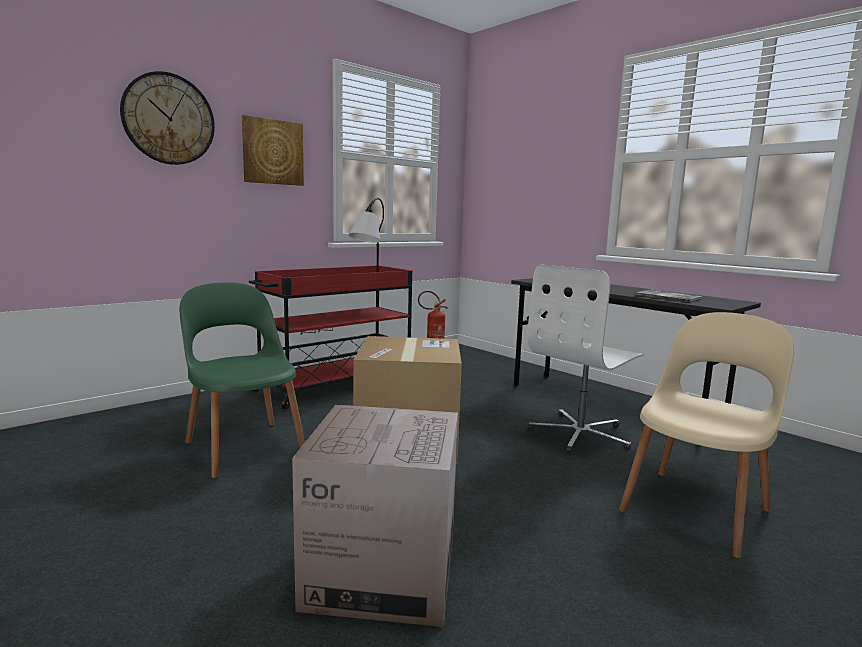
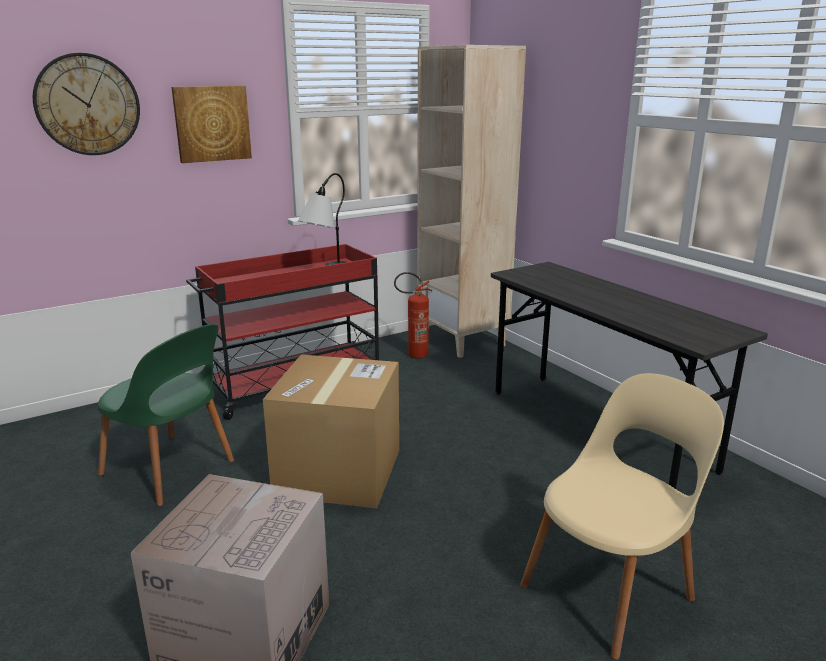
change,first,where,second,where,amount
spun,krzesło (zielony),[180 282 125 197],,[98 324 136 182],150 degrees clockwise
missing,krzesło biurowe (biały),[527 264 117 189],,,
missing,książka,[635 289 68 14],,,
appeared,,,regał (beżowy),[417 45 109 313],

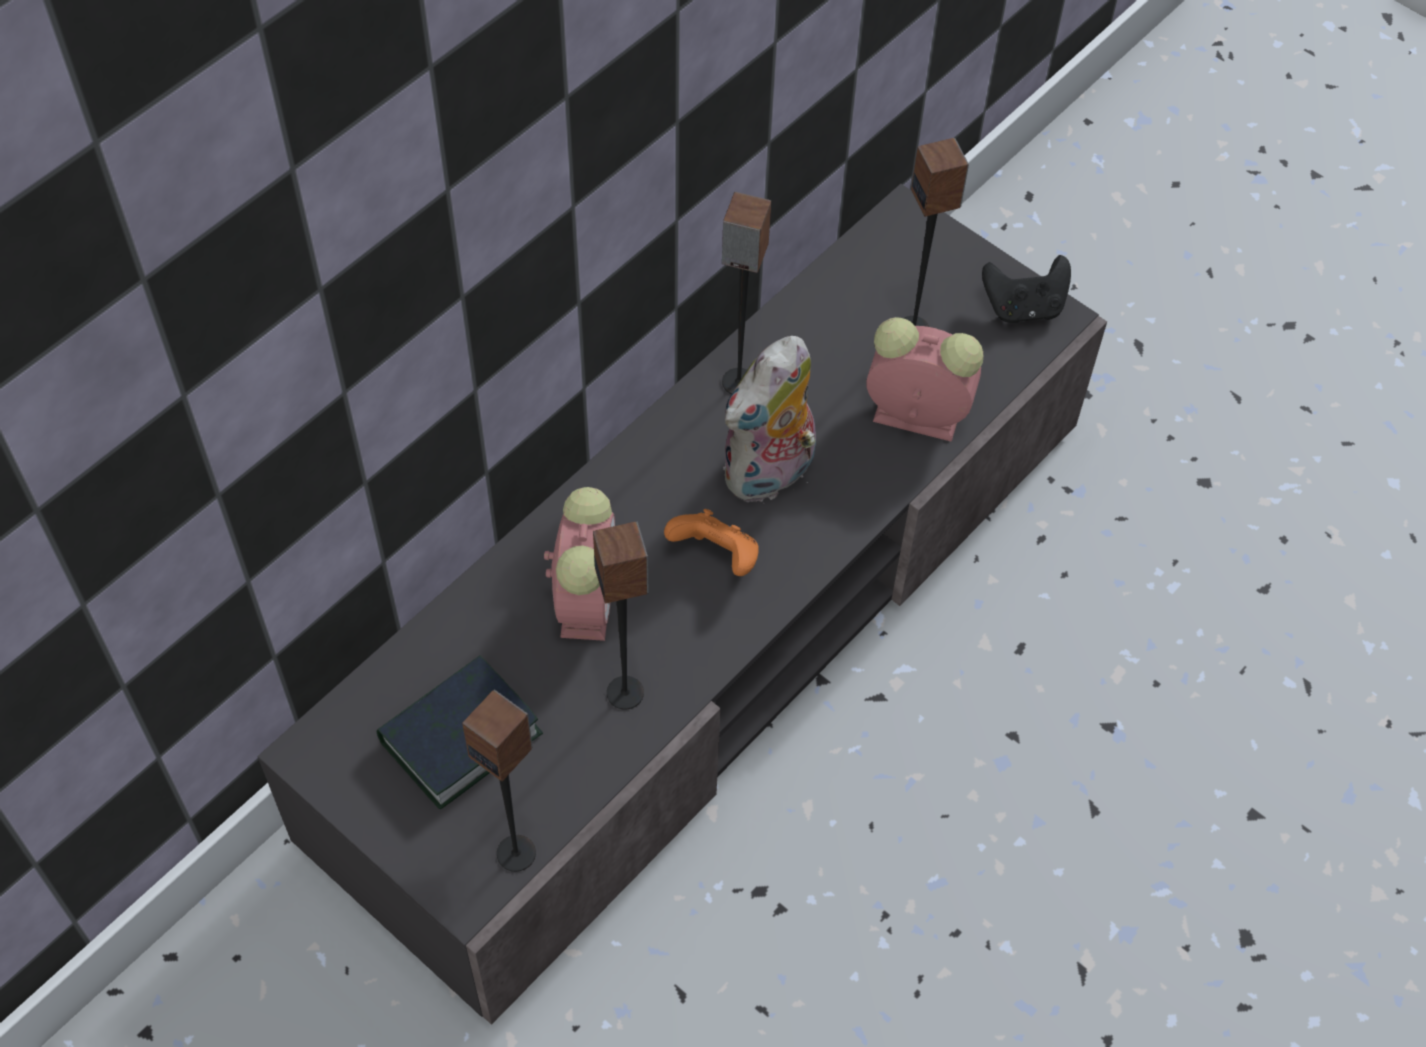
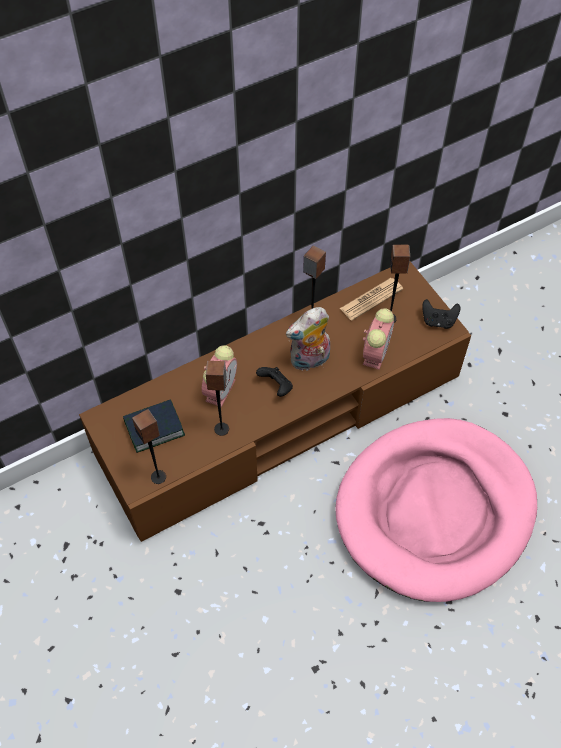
change,first,where,second,where,amount
colour,szafka pod telewizor (szary),[257 184 850 841],szafka pod telewizor (brązowy),[79 262 392 280],
colour,pad do gier (pomarańczowy),[664 509 95 67],pad do gier (czarny),[256 367 37 30],
spun,budzik,[866 317 117 125],,[363 308 31 62],75 degrees clockwise
appeared,,,legowisko (różowy),[335 418 202 184],
appeared,,,gazeta,[340 278 63 43],

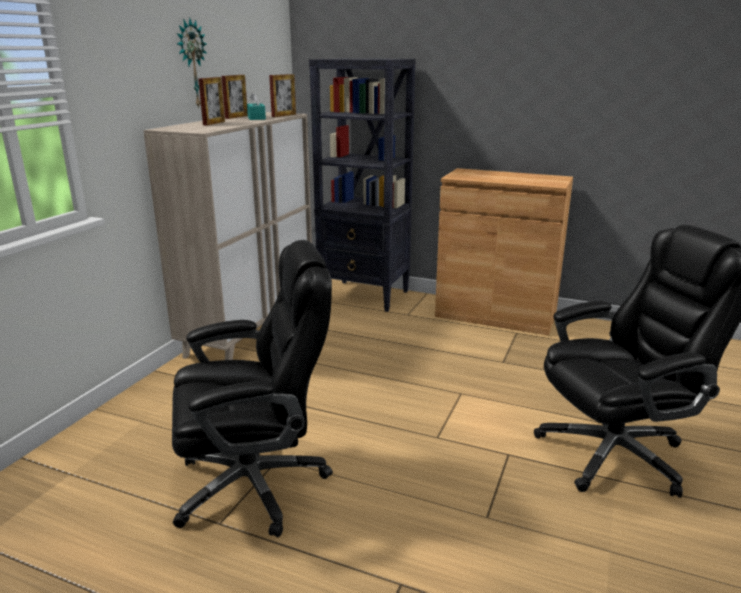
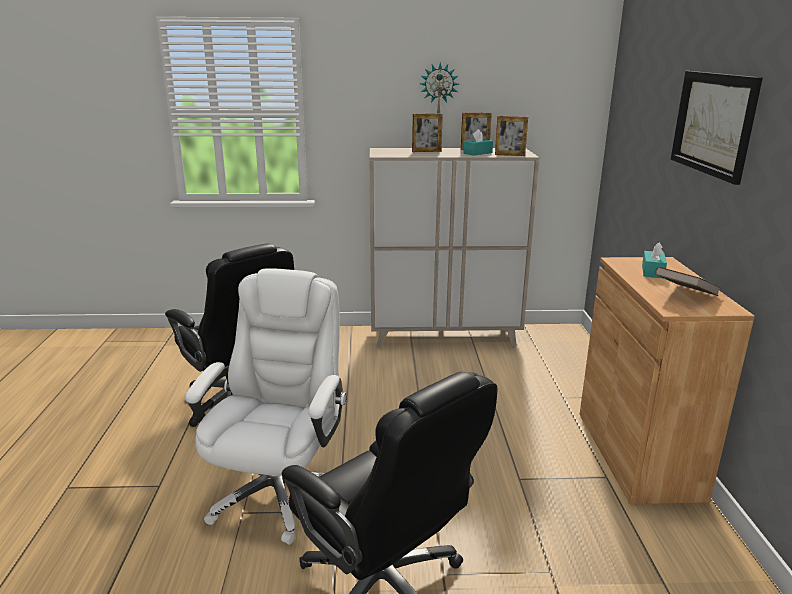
change,first,where,second,where,amount
missing,regał (czarny),[309 58 106 254],,,
appeared,,,krzesło biurowe (biały),[185 268 162 277],
appeared,,,pudełko chusteczek (turkusowy),[642 242 25 37],
appeared,,,książka (brązowy),[655 267 65 29],
appeared,,,obraz,[671 71 92 114],

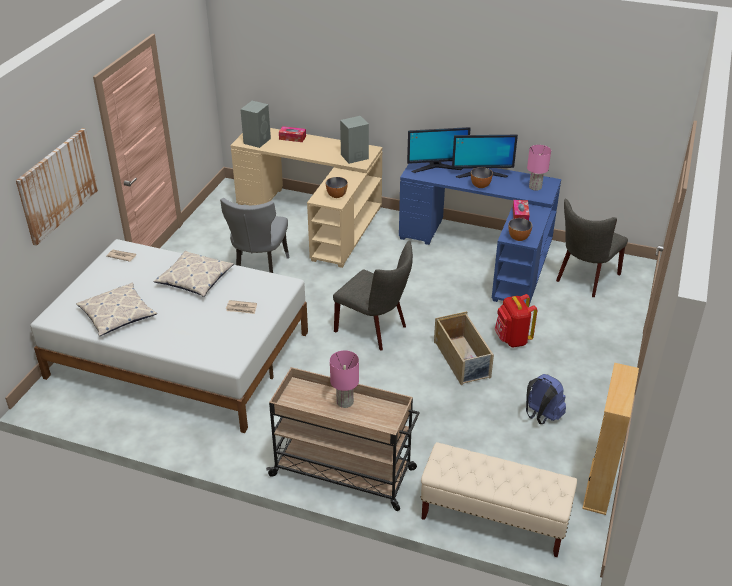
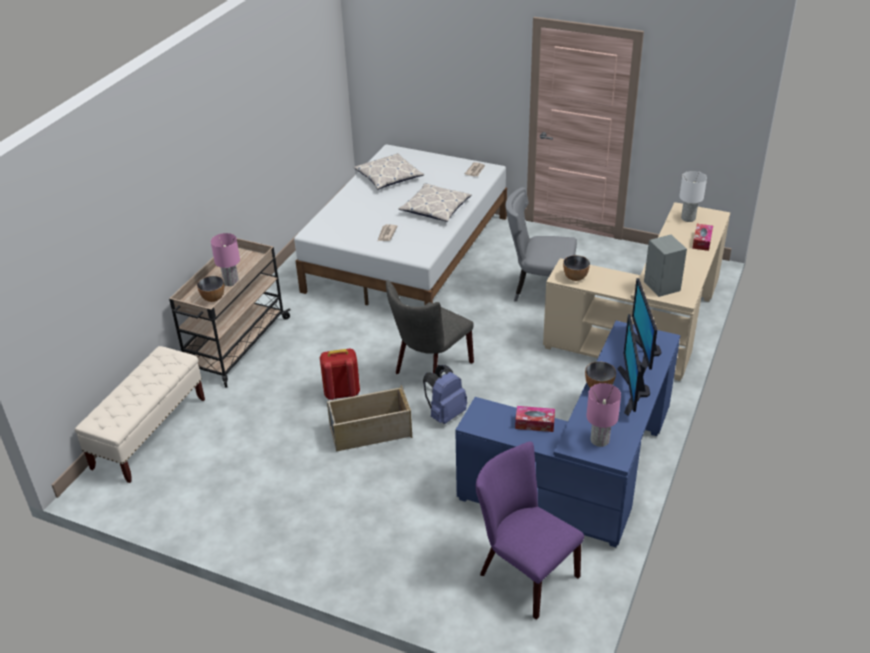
change,first,where,second,where,amount
missing,obraz,[16 128 82 118],,,
exchanged,głośnik (szary),[240 101 31 47],lampa stołowa (biały),[679 171 28 51],
relocated,plecak (czerwony),[495 294 42 54],,[320 348 40 52],
relocated,miska,[508 218 24 23],,[197 276 27 26],
relocated,plecak (niebieski),[526 374 40 50],,[423 365 44 59],
colour,krzesło (szary),[556 198 72 99],krzesło (fioletowy),[476 442 108 178],
missing,regał (beżowy),[582 363 57 152],,,

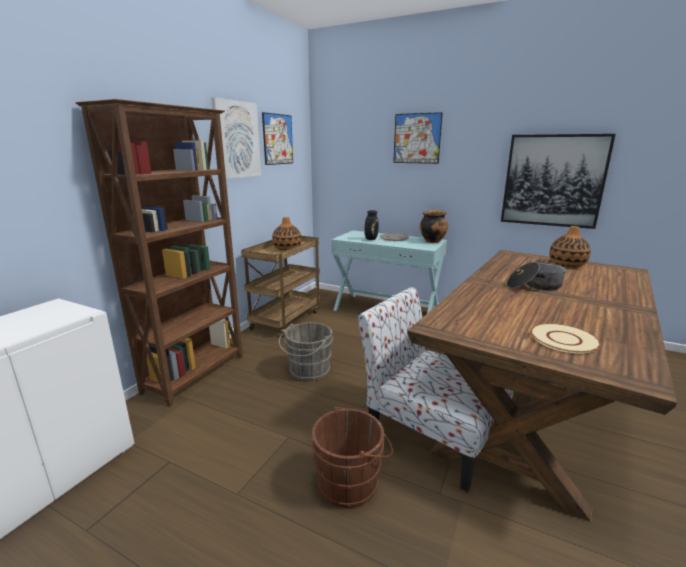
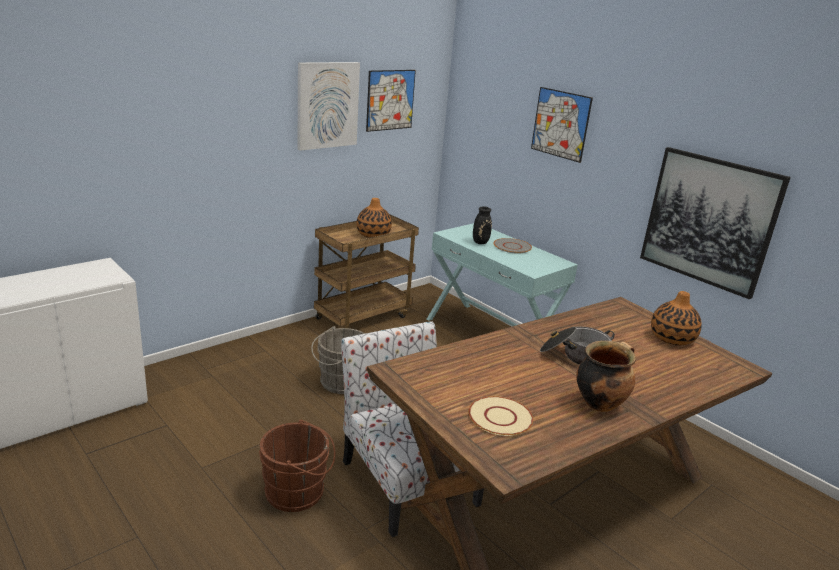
change,first,where,second,where,amount
missing,regał (brązowy),[75 99 168 307],,,
relocated,garnek,[420 209 28 34],,[576 341 60 71],

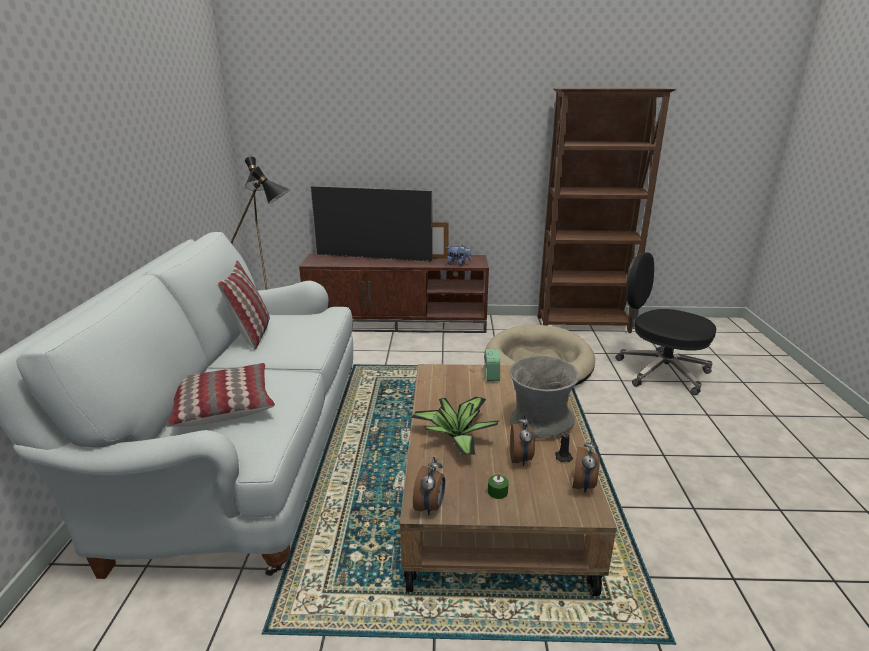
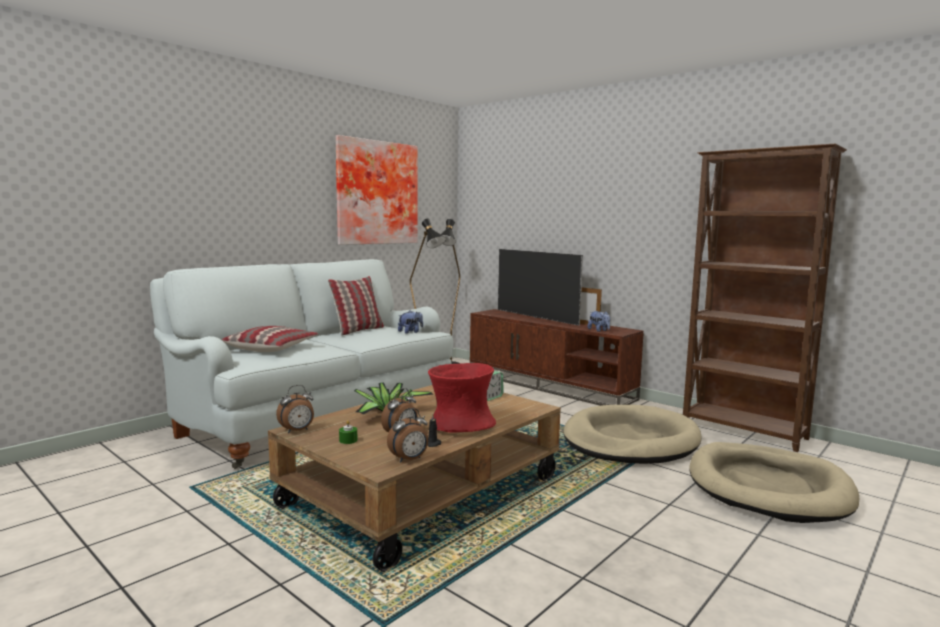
change,first,where,second,where,amount
colour,wazon (szary),[509 356 70 83],wazon (czerwony),[428 363 68 70],
exchanged,krzesło biurowe (czarny),[616 252 100 143],legowisko (beżowy),[689 442 170 81],
appeared,,,obraz,[336 135 82 110],
appeared,,,pluszak,[398 311 25 23],

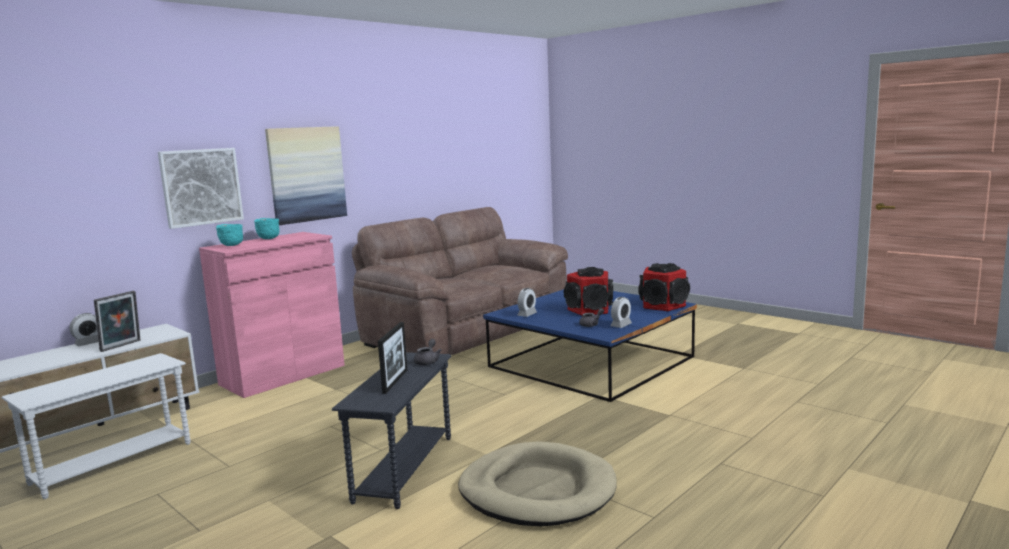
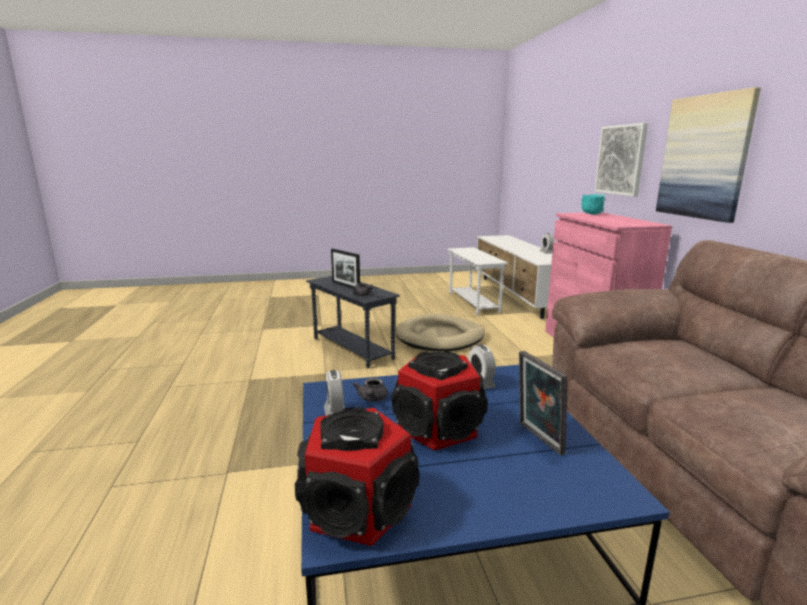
change,first,where,second,where,amount
relocated,ramka na zdjęcie,[94 291 46 61],,[519 351 48 104],
missing,miska (turkusowy),[254 218 25 21],,,
relocated,legowisko (beżowy),[458 441 159 85],,[395 314 90 37],

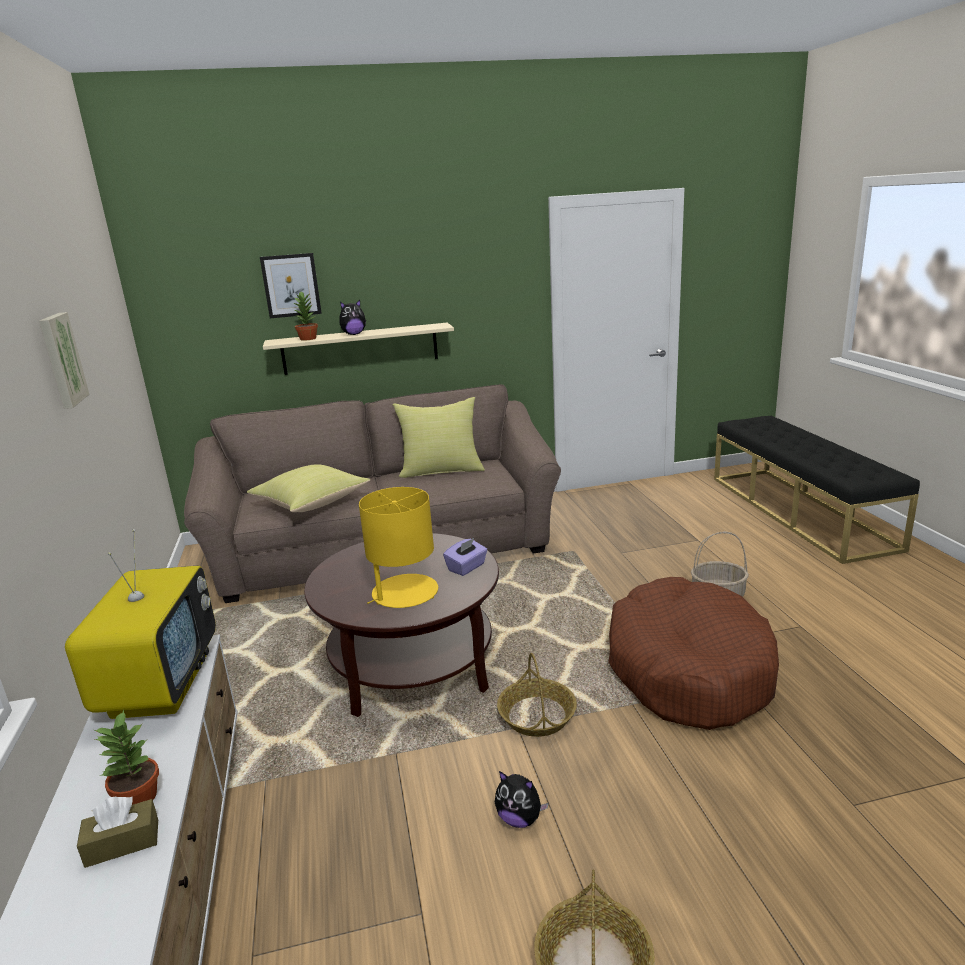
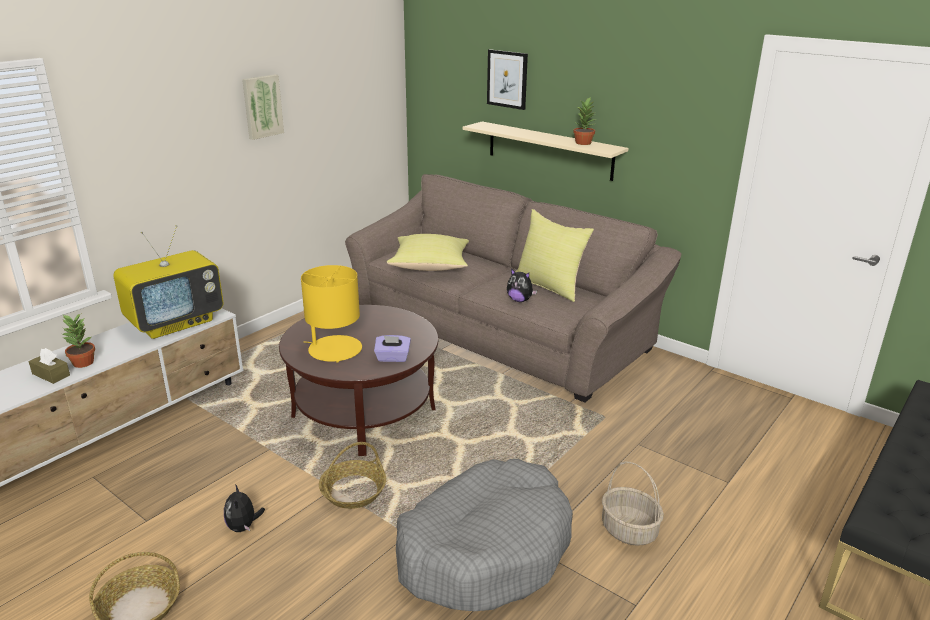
change,first,where,second,where,amount
relocated,roślina doniczkowa,[293 292 25 49],,[573 98 23 47],
relocated,pluszak,[339 300 27 35],,[507 269 30 33],
colour,legowisko (brązowy),[608 577 171 153],legowisko (szary),[396 459 177 152],

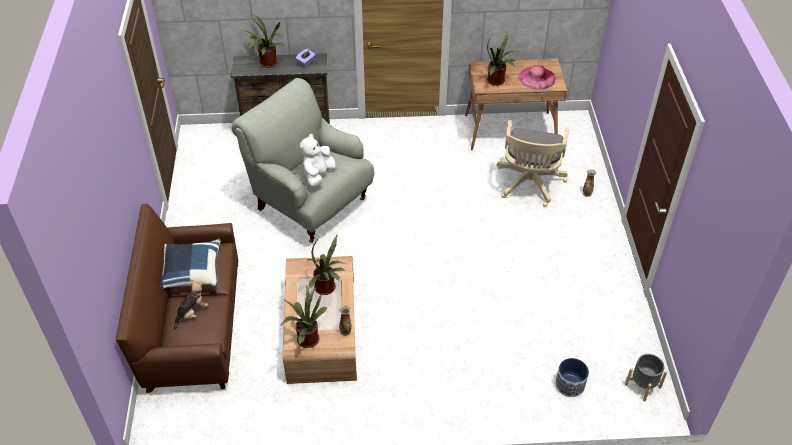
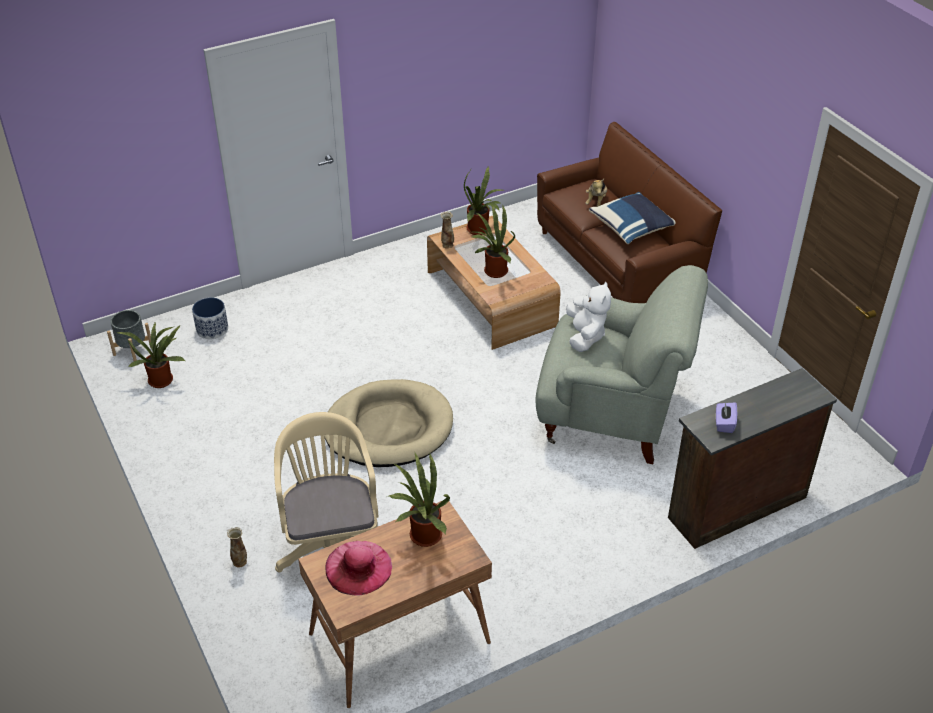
change,first,where,second,where,amount
relocated,roślina doniczkowa,[240 14 47 54],,[115 323 70 65],
appeared,,,legowisko (beżowy),[324 379 129 88],

